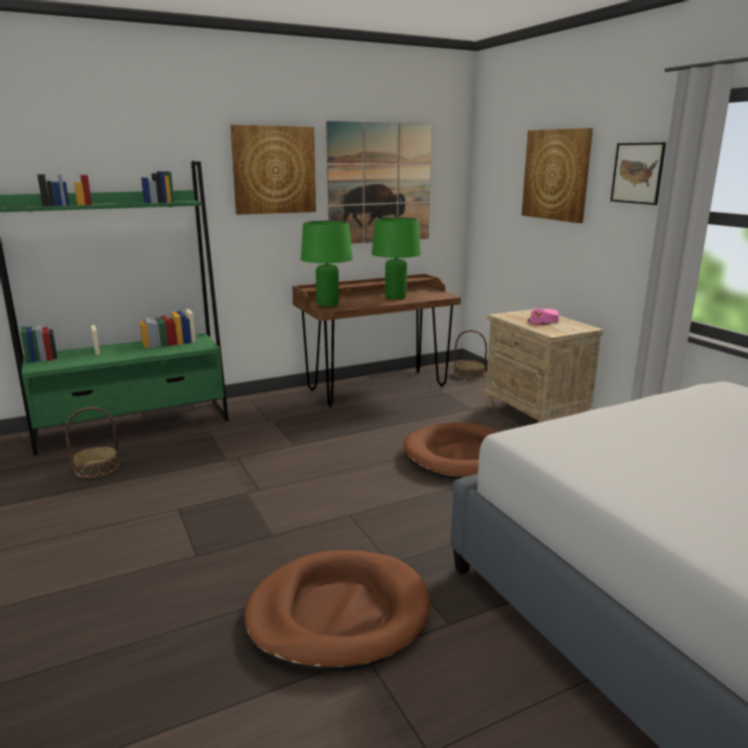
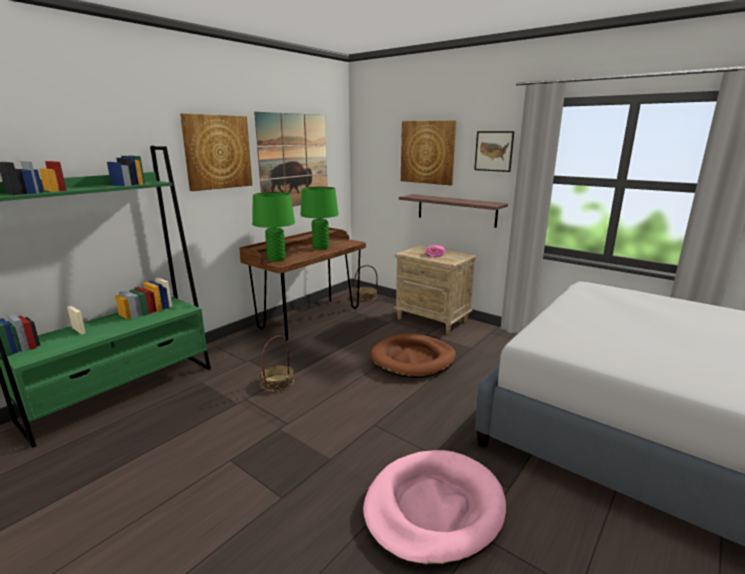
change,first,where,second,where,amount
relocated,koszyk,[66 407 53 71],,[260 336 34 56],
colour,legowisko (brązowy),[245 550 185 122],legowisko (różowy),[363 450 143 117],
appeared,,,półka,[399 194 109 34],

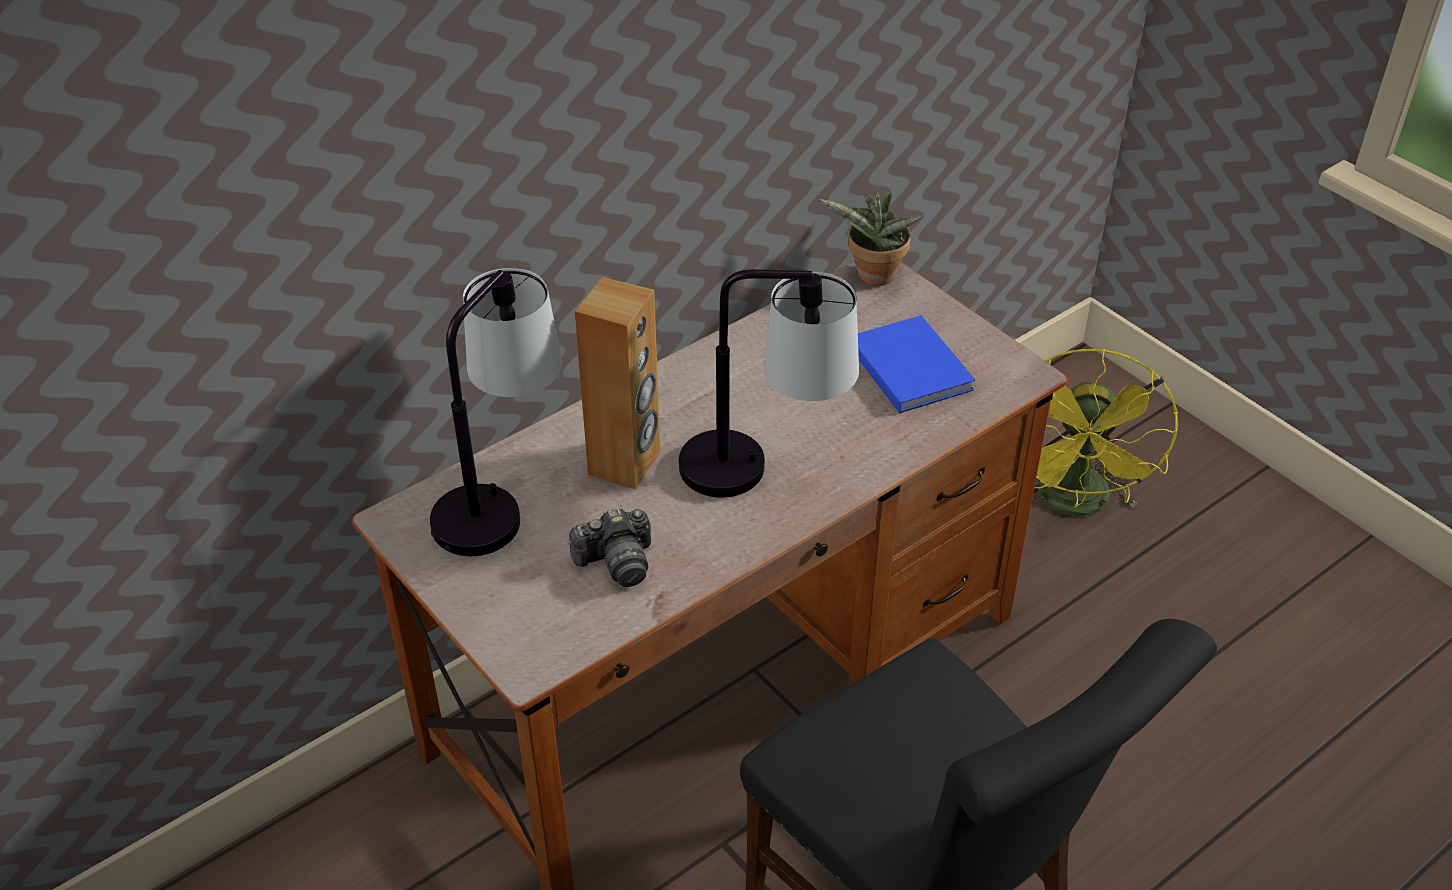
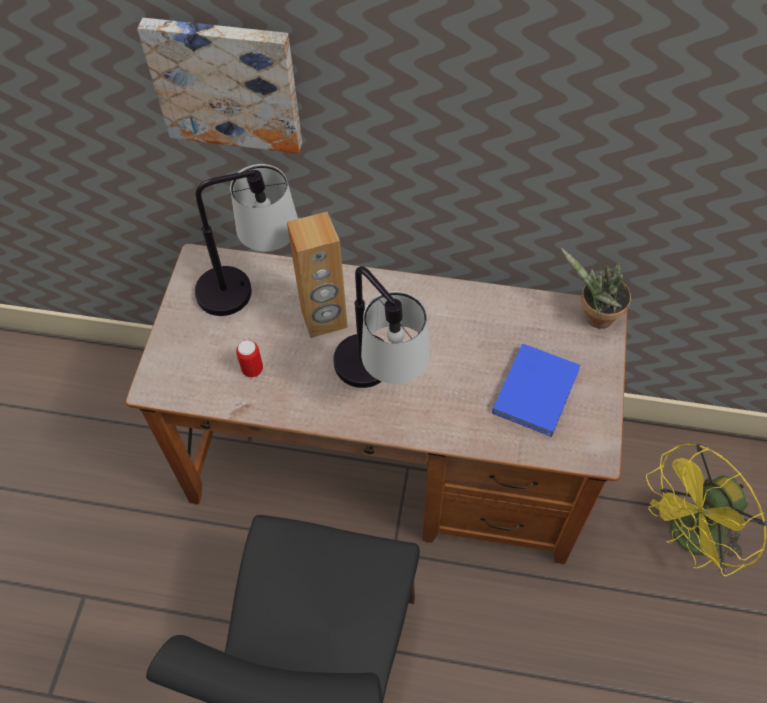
change,first,where,second,where,amount
exchanged,aparat fotograficzny,[568 508 83 79],puszka,[236 340 27 38],
appeared,,,obraz,[137 18 165 135],

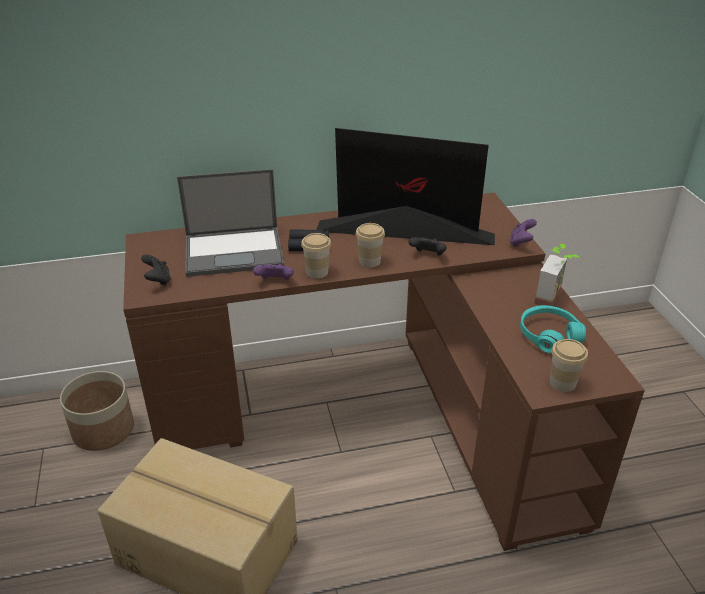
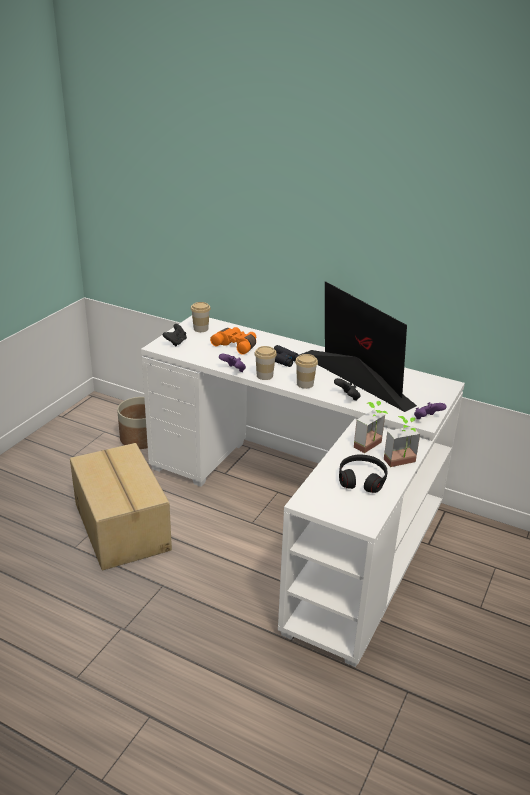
change,first,where,second,where,amount
colour,biurko (brązowy),[123 193 522 358],biurko (biały),[141 315 324 352],
exchanged,laptop,[177 169 107 108],lornetka (pomarańczowy),[210 327 46 28],
colour,słuchawki (turkusowy),[520 305 66 48],słuchawki (czarny),[339 454 49 39],
relocated,filiżanka,[550 339 38 53],,[191 302 20 30],
appeared,,,roślina doniczkowa,[354 401 34 52],

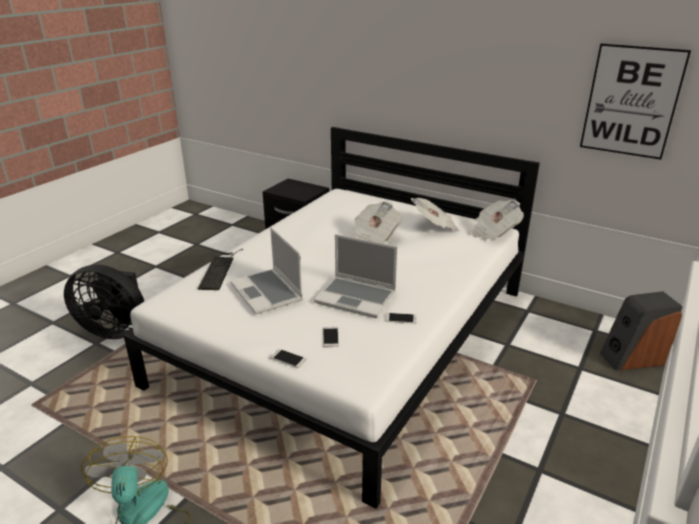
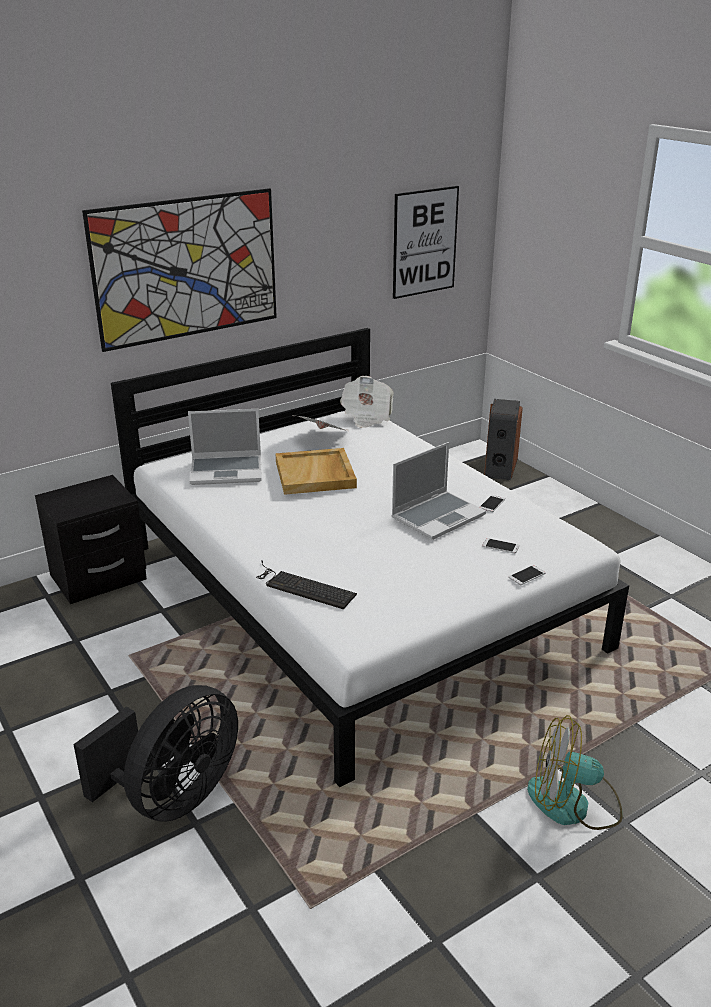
change,first,where,second,where,amount
relocated,laptop,[230 227 73 87],,[188 409 74 76],
exchanged,gazeta,[353 201 49 43],taca (beżowy),[275 448 82 47],
appeared,,,obraz,[82 188 195 164],

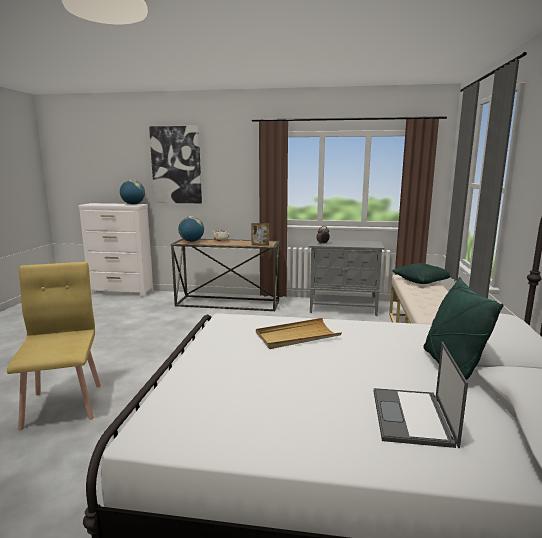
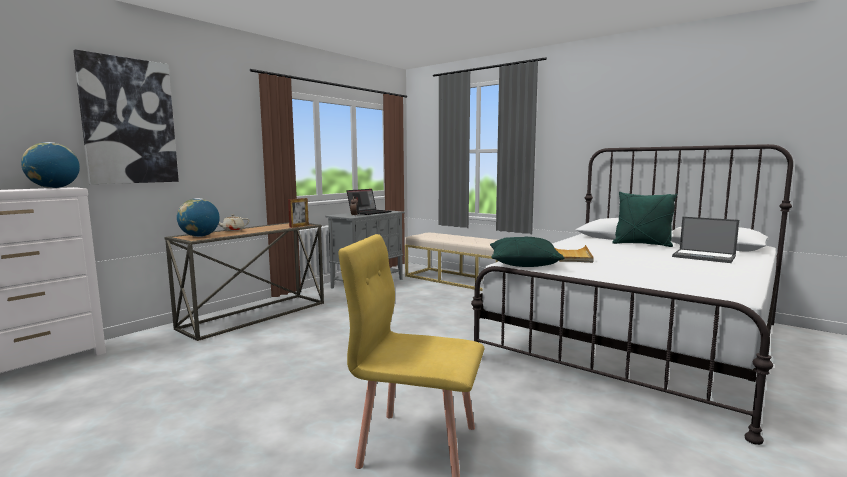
change,first,where,second,where,amount
relocated,poduszka (zielony),[392 263 58 21],,[490 237 74 30],
appeared,,,laptop,[347 189 45 26],

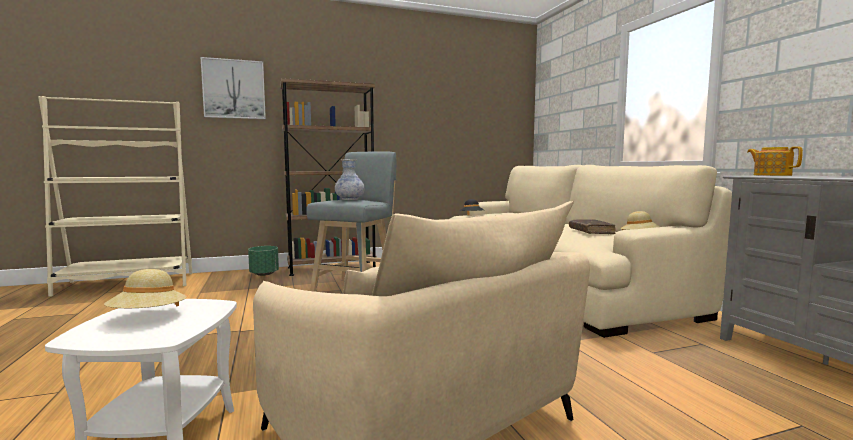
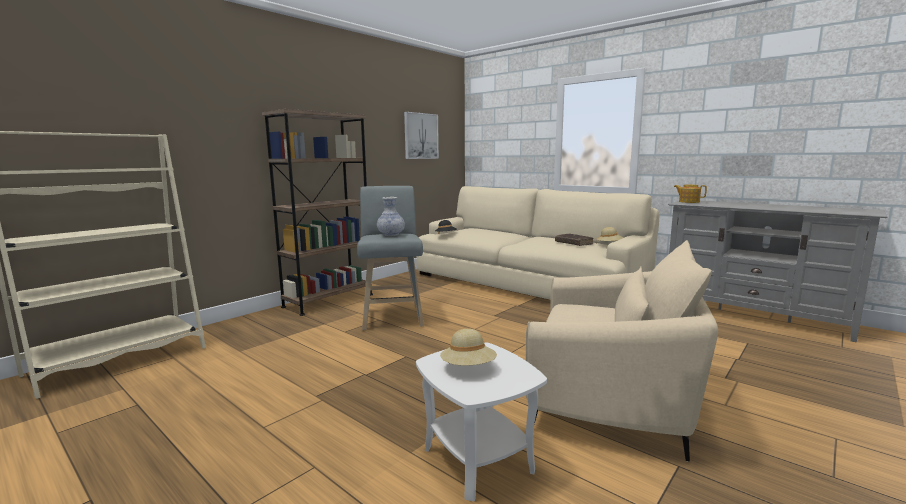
change,first,where,second,where,amount
relocated,obraz,[201 57 65 62],,[404 112 35 47],
missing,donica (zielony),[248 246 31 30],,,

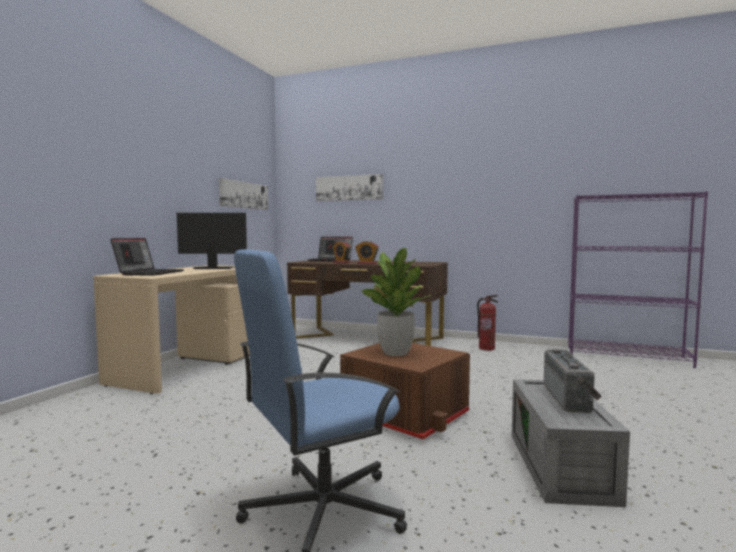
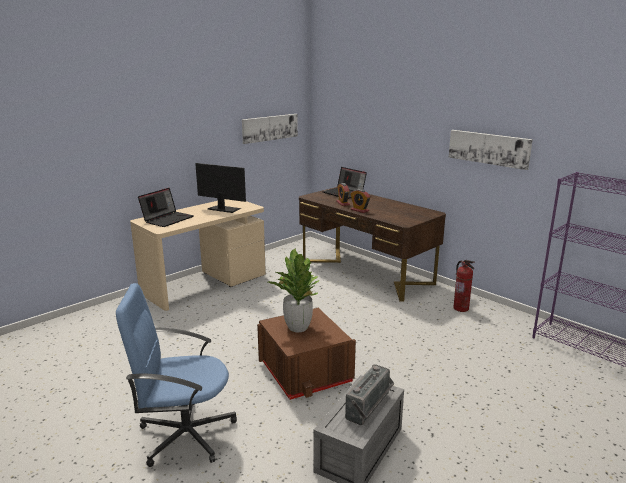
change,first,where,second,where,amount
relocated,obraz,[316 174 67 27],,[449 130 84 40],

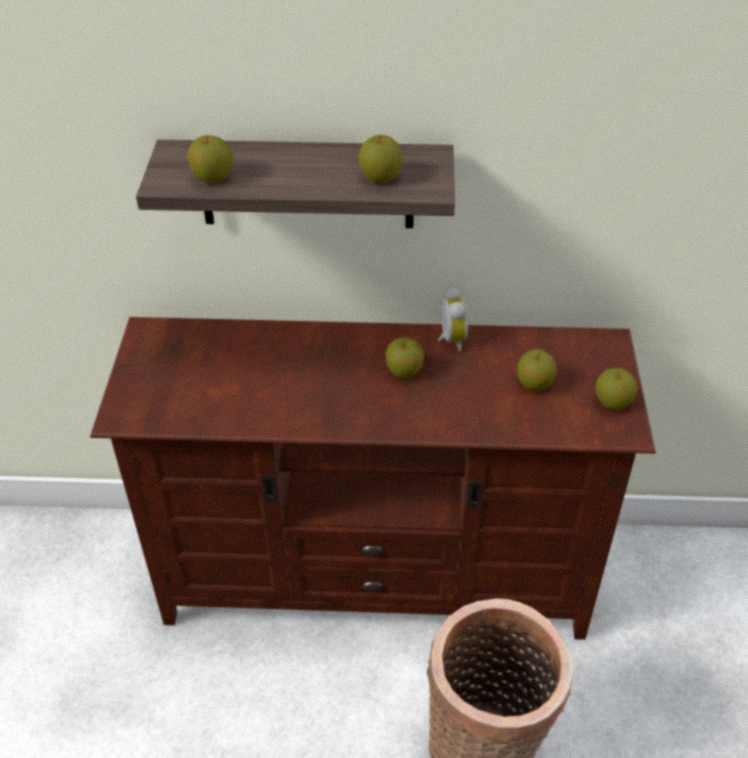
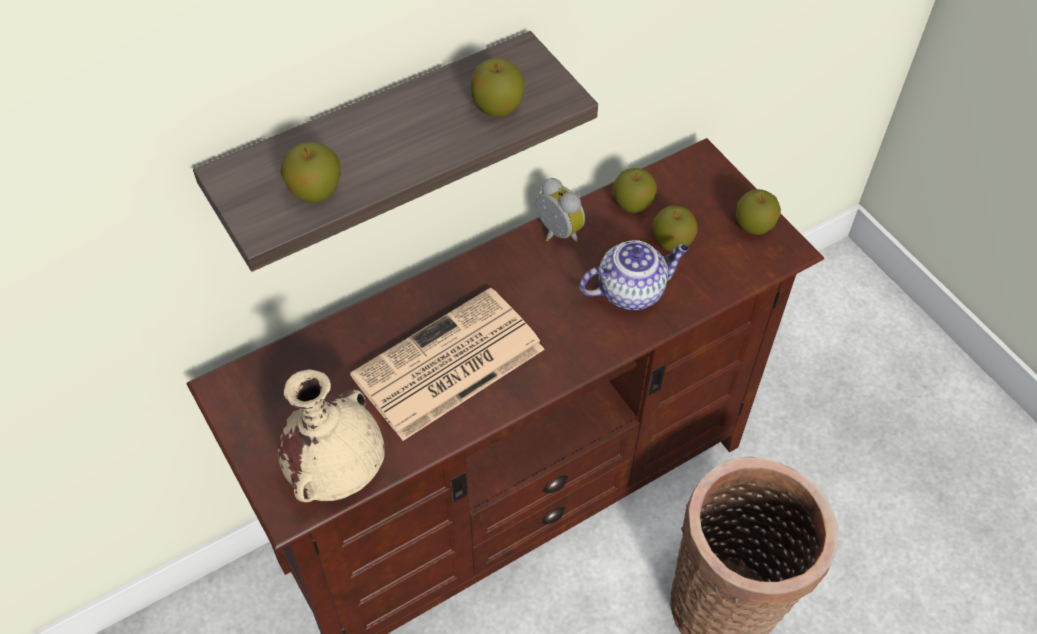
change,first,where,second,where,amount
relocated,jabłko,[385 337 39 42],,[613 168 44 45],
appeared,,,wazon (beżowy),[277 369 108 133],
appeared,,,gazeta,[350 287 195 154],
appeared,,,imbryk,[579 240 110 70],

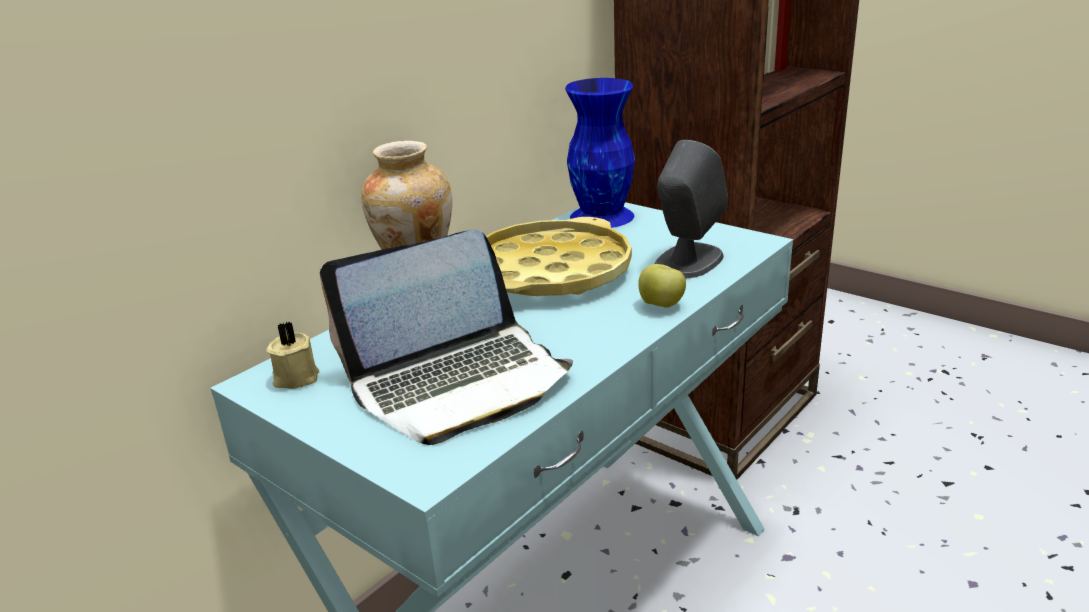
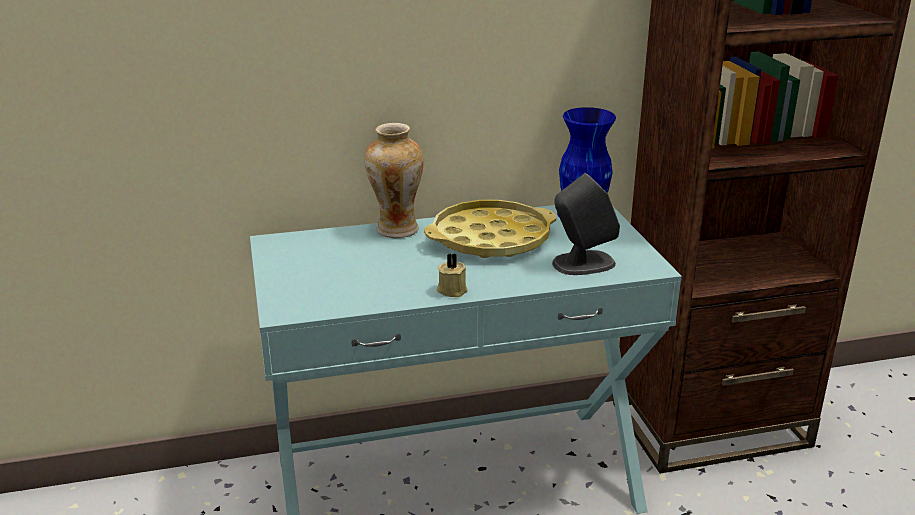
change,first,where,second,where,amount
relocated,świeca (beżowy),[266 321 53 68],,[436 253 32 44],
missing,laptop,[320 230 253 215],,,
missing,jabłko,[638 264 48 44],,,

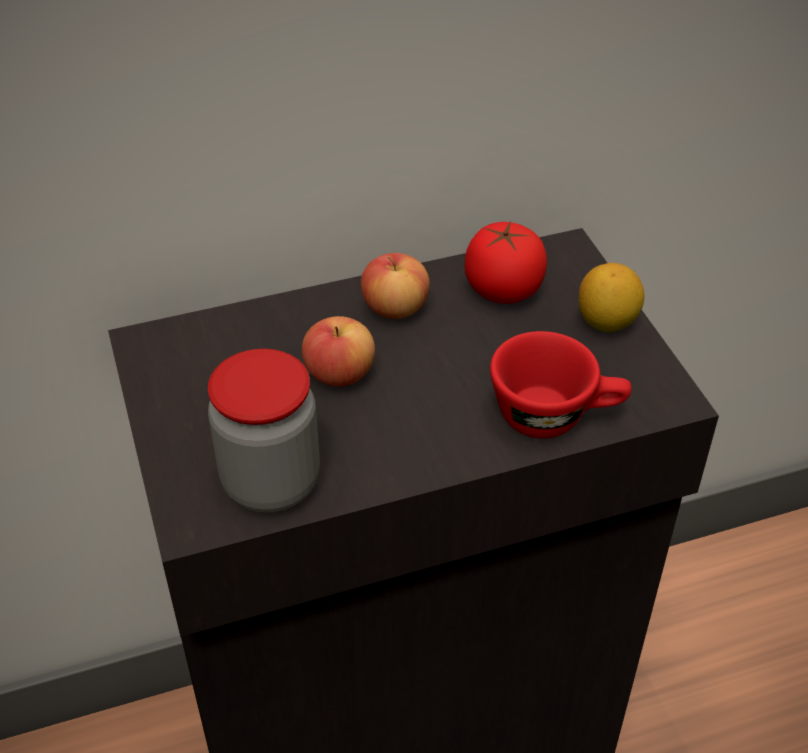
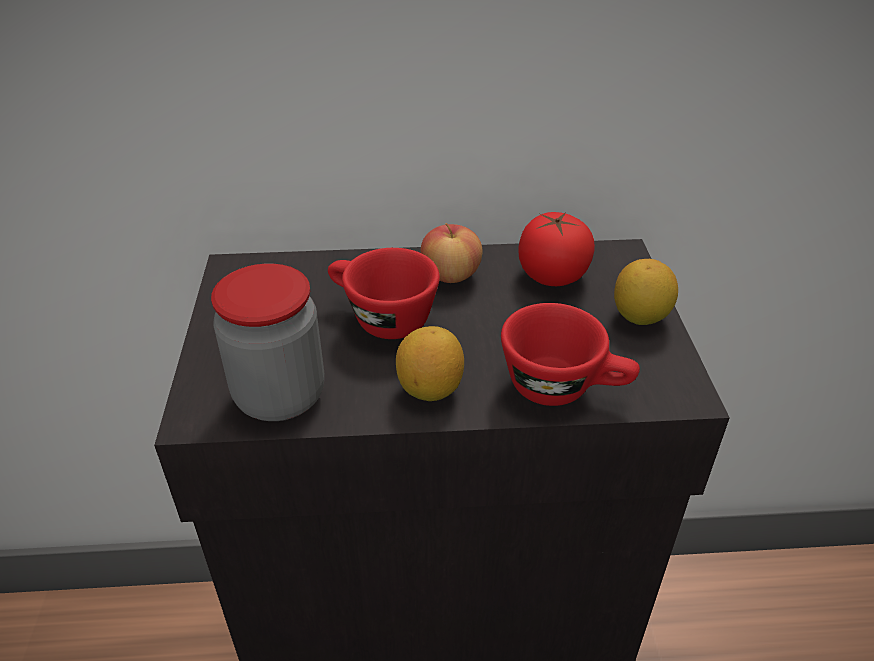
change,first,where,second,where,amount
exchanged,jabłko,[302 316 73 71],filiżanka (czerwony),[328 248 112 91],
appeared,,,cytryna,[396 326 68 75],

